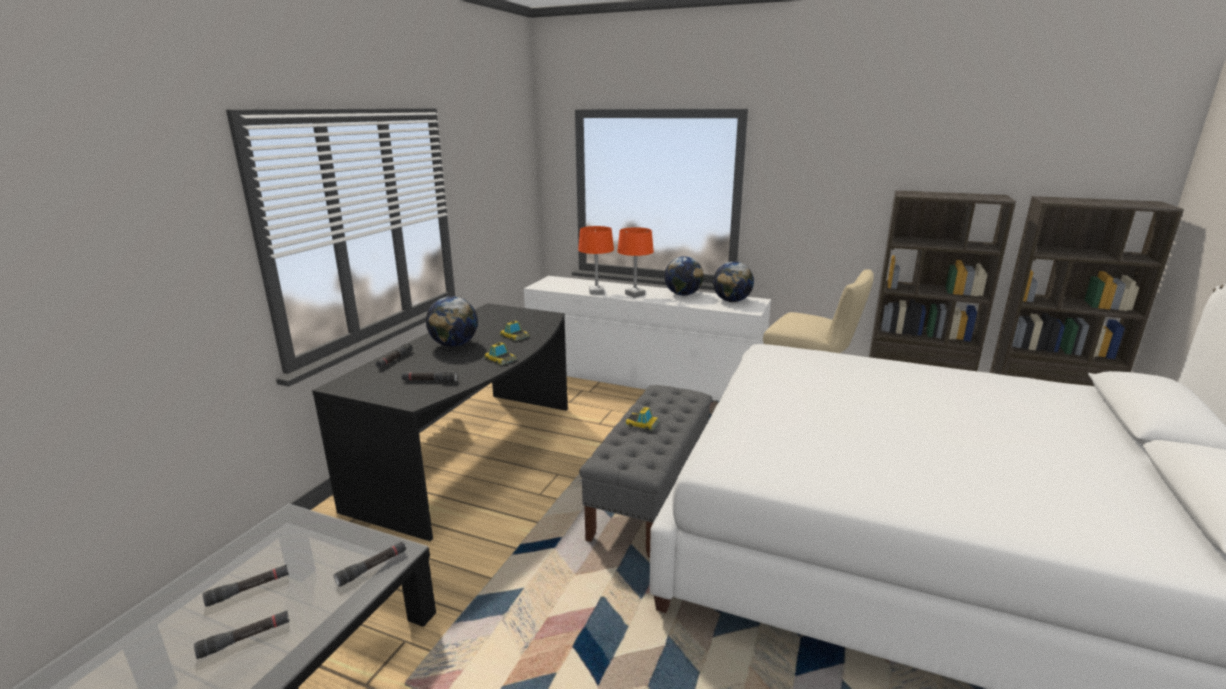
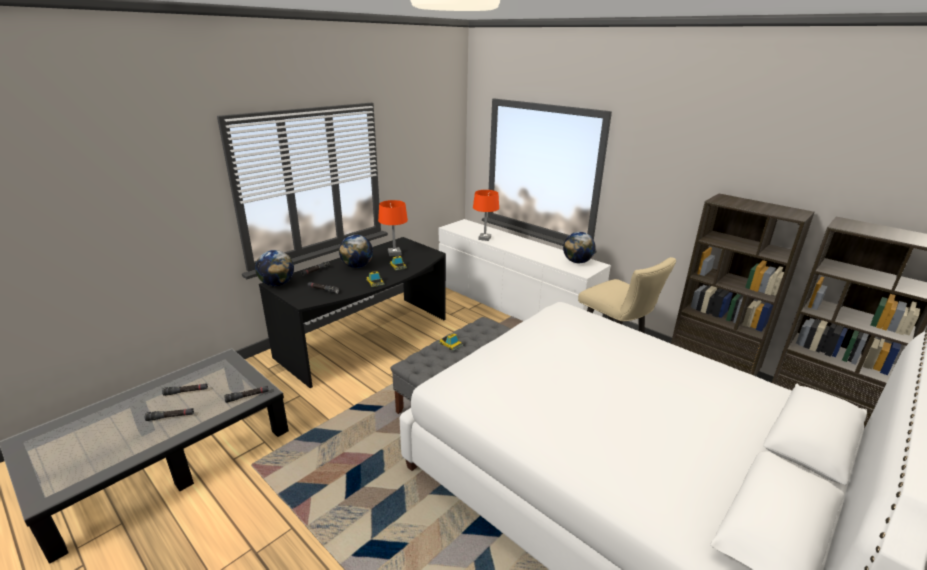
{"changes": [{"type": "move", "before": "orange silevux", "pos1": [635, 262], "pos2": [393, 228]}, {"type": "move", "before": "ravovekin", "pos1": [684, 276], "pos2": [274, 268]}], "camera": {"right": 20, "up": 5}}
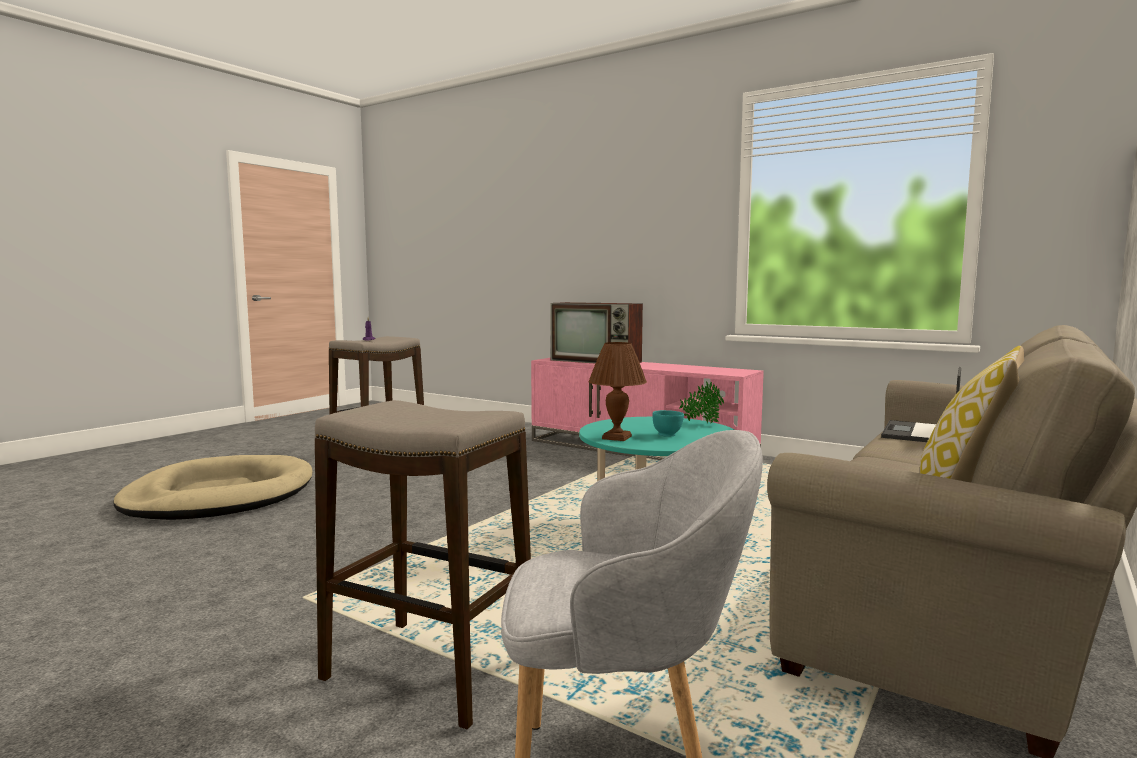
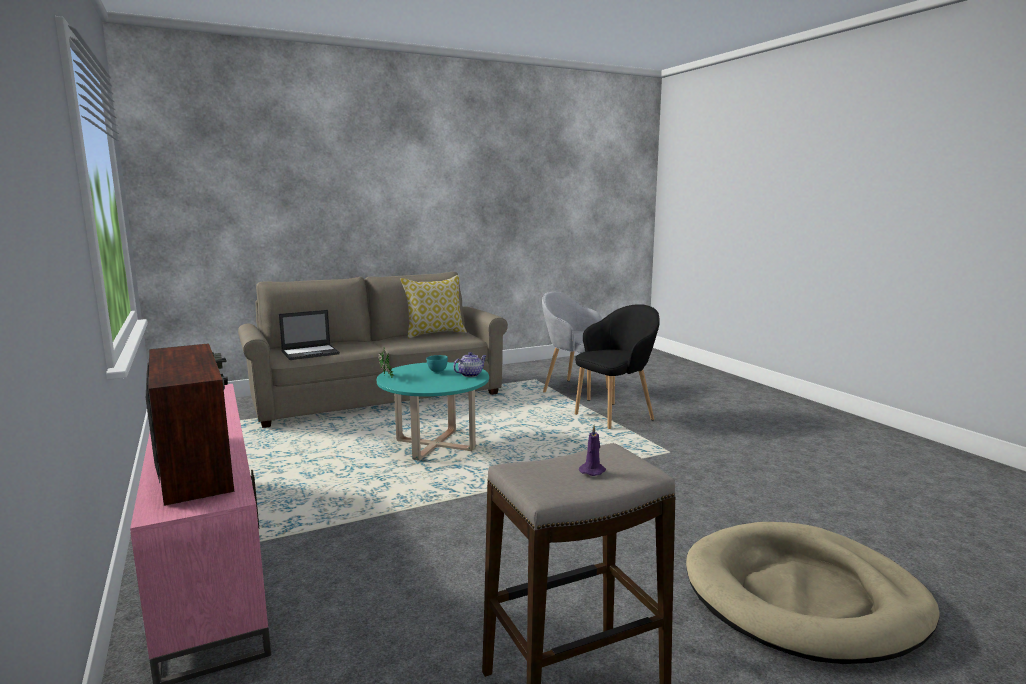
{"changes": [{"type": "replace", "before": "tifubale", "after": "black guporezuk", "pos1": [423, 564], "pos2": [617, 366]}, {"type": "replace", "before": "brown silevux", "after": "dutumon", "pos1": [617, 391], "pos2": [470, 364]}], "camera": {"right": -150, "up": 5}}
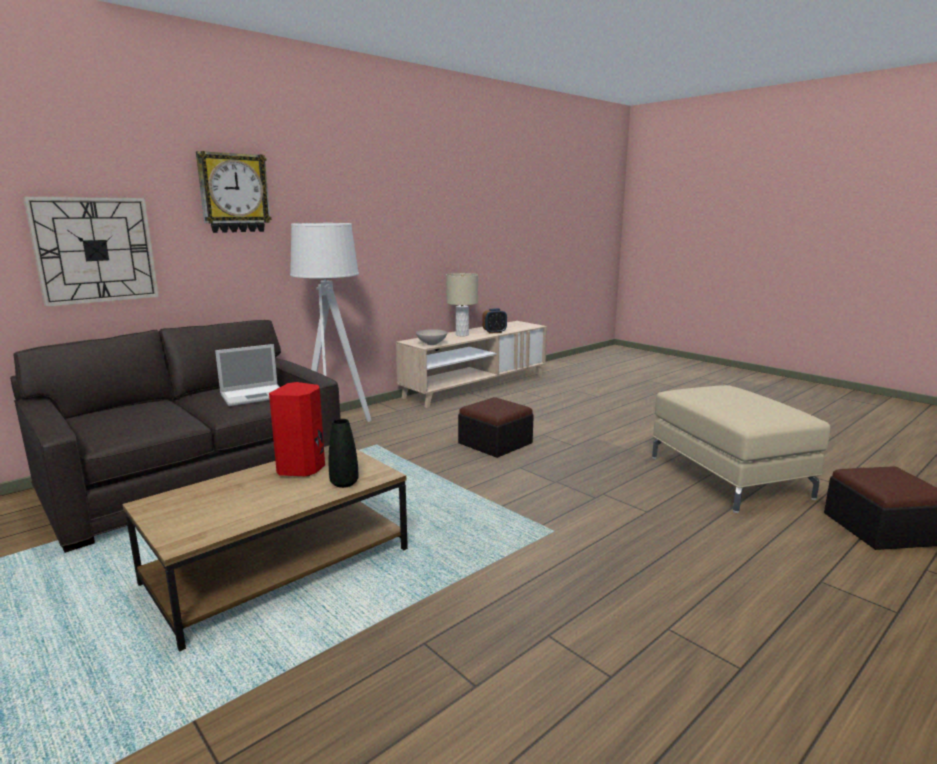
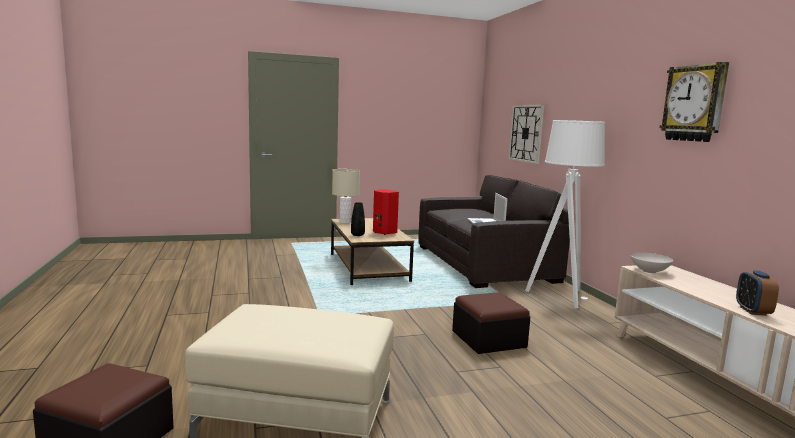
{"changes": [{"type": "move", "before": "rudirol", "pos1": [234, 192], "pos2": [694, 102]}, {"type": "move", "before": "beige silevux", "pos1": [462, 304], "pos2": [346, 196]}], "camera": {"right": 115, "up": -5}}
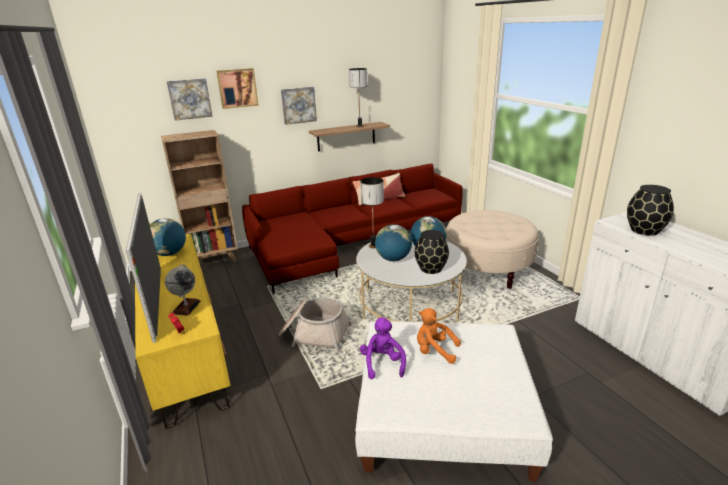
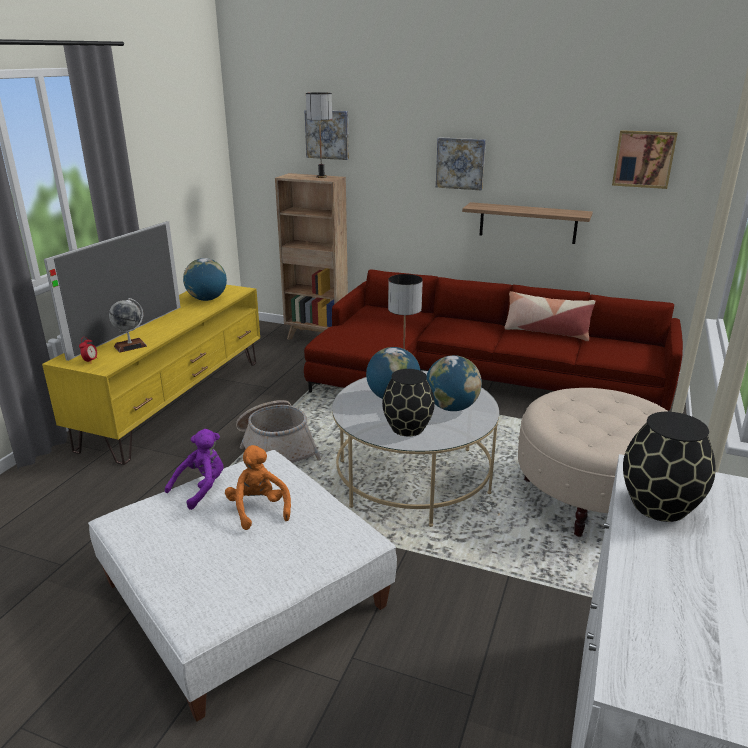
{"changes": [{"type": "move", "before": "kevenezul", "pos1": [237, 88], "pos2": [645, 159]}, {"type": "move", "before": "silevux", "pos1": [358, 97], "pos2": [319, 135]}], "camera": {"right": 45, "up": 0}}
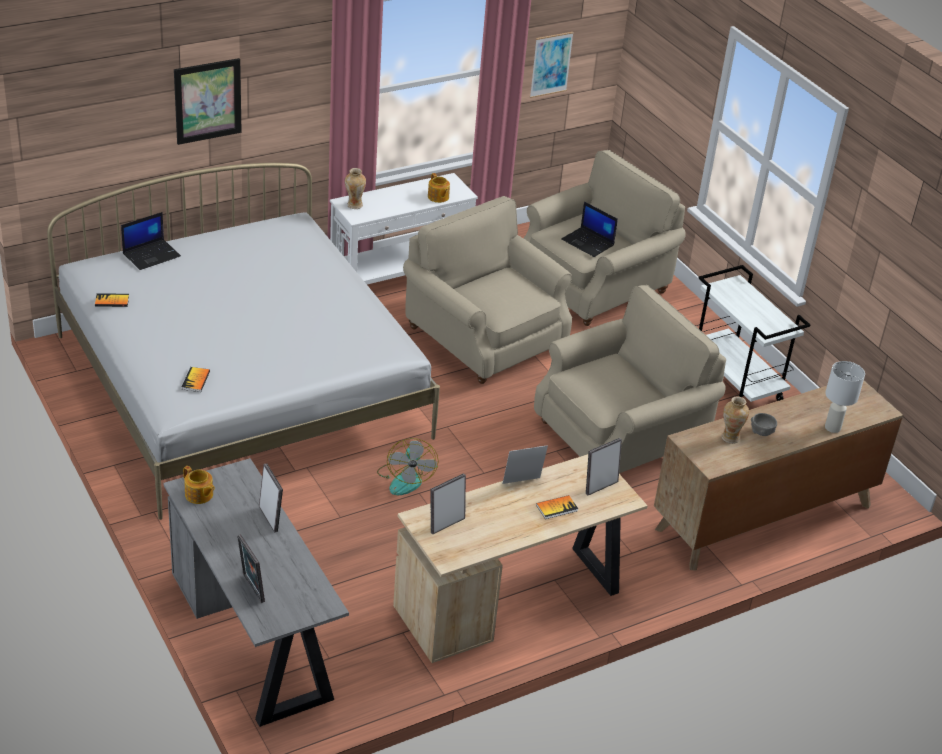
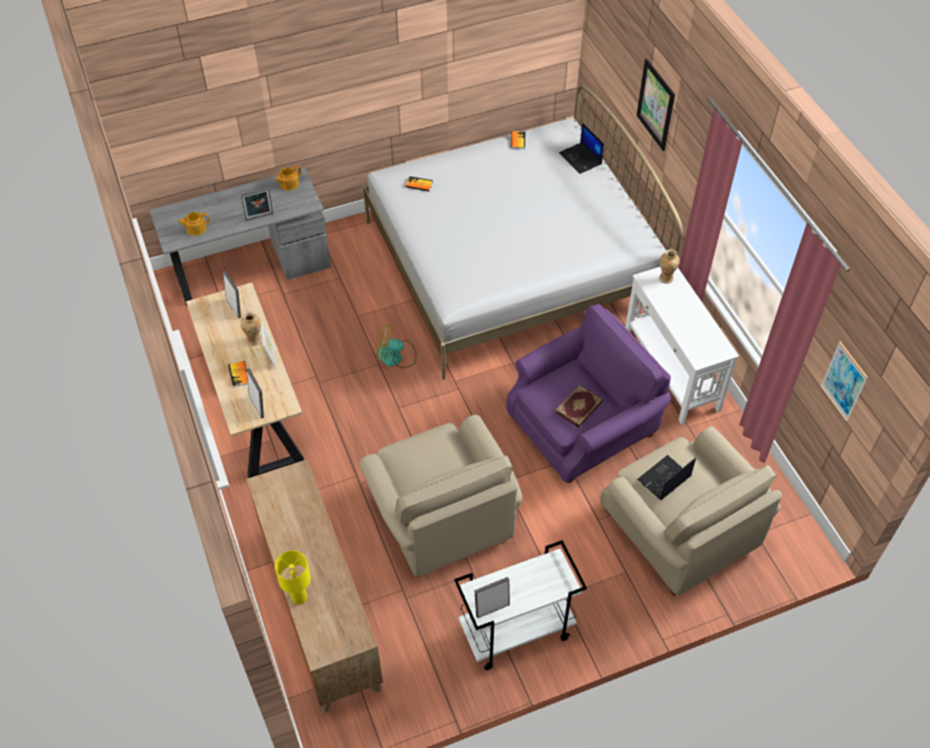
{"changes": [{"type": "delete", "before": "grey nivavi", "pos1": [764, 424]}, {"type": "insert", "after": "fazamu", "pos2": [579, 406]}, {"type": "move", "before": "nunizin", "pos1": [251, 568], "pos2": [492, 597]}, {"type": "move", "before": "dutumon", "pos1": [439, 188], "pos2": [194, 224]}, {"type": "move", "before": "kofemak", "pos1": [735, 420], "pos2": [251, 329]}, {"type": "recolor", "before": "beige guporezuk", "after": "purple guporezuk", "pos1": [487, 290], "pos2": [588, 393]}, {"type": "recolor", "before": "white silevux", "after": "yellow silevux", "pos1": [845, 397], "pos2": [293, 577]}], "camera": {"right": 100, "up": 15}}
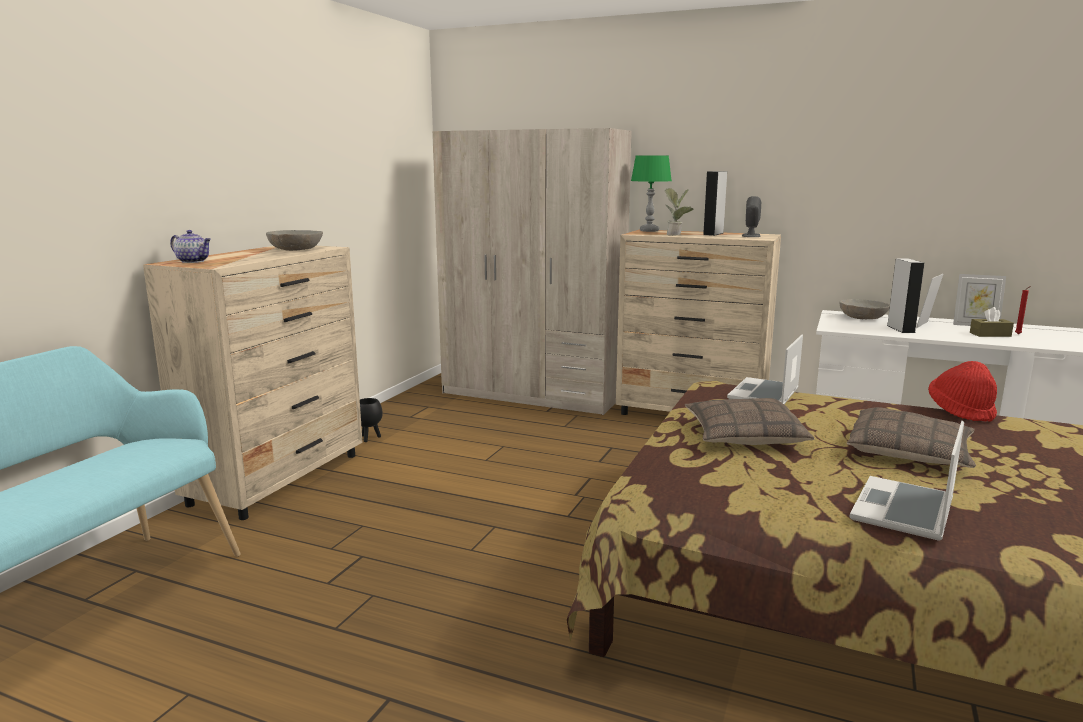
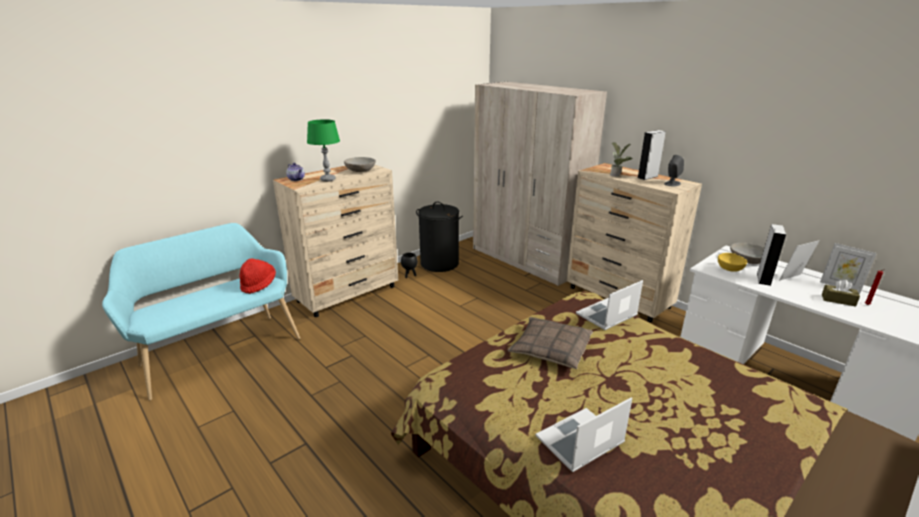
{"changes": [{"type": "delete", "before": "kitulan", "pos1": [911, 437]}, {"type": "insert", "after": "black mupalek", "pos2": [439, 237]}, {"type": "insert", "after": "yellow nivavi", "pos2": [732, 262]}, {"type": "move", "before": "green silevux", "pos1": [651, 193], "pos2": [323, 150]}, {"type": "move", "before": "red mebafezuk", "pos1": [962, 391], "pos2": [258, 276]}], "camera": {"right": 25, "up": 10}}
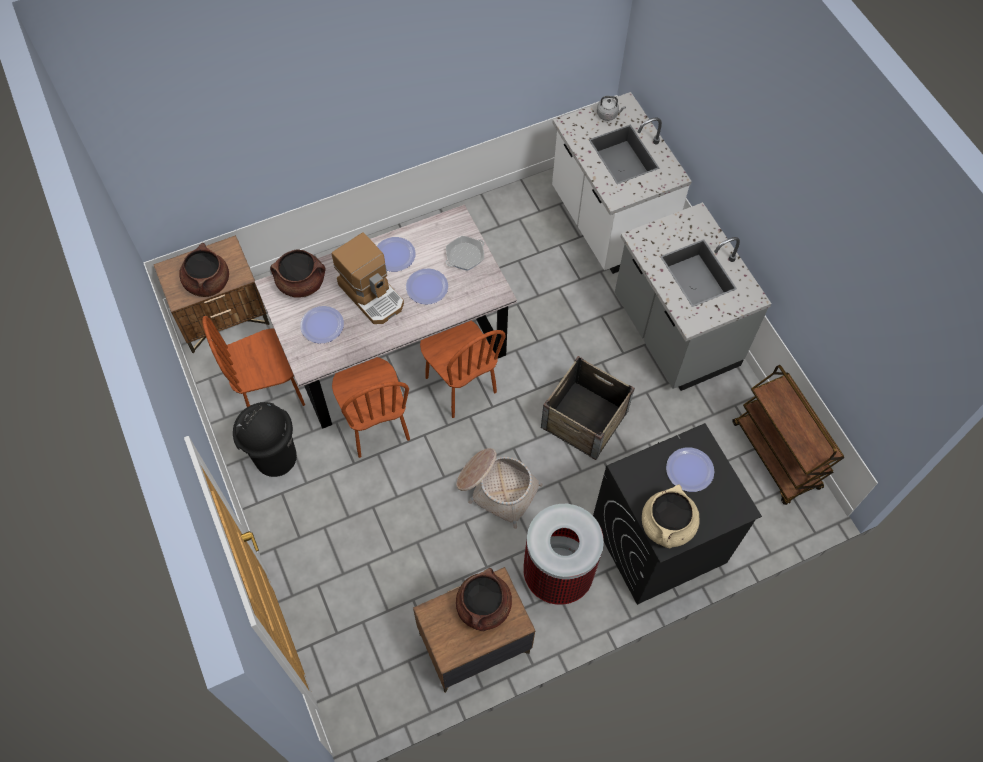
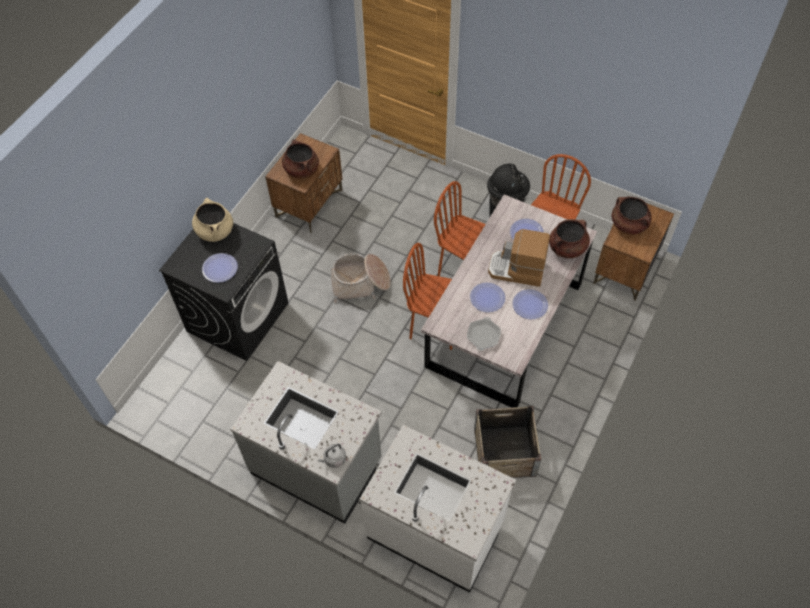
{"changes": [{"type": "delete", "before": "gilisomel", "pos1": [563, 554]}, {"type": "delete", "before": "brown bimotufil", "pos1": [788, 435]}, {"type": "move", "before": "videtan", "pos1": [588, 408], "pos2": [507, 442]}, {"type": "move", "before": "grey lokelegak", "pos1": [611, 108], "pos2": [332, 456]}], "camera": {"right": 145, "up": -5}}
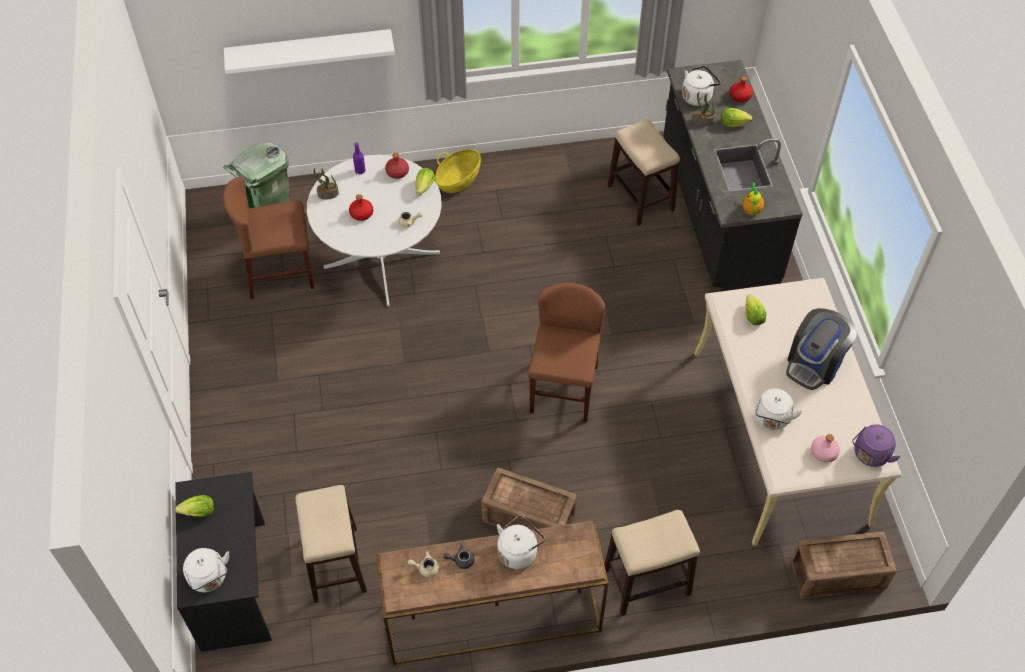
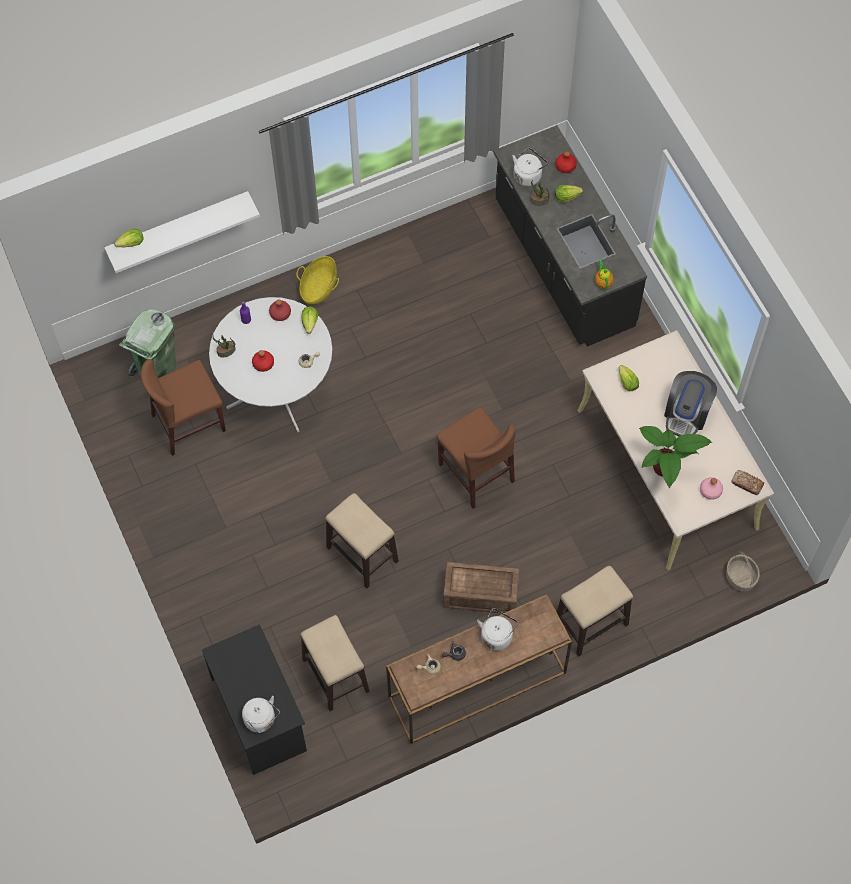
{"changes": [{"type": "move", "before": "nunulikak", "pos1": [194, 506], "pos2": [129, 238]}, {"type": "move", "before": "tifubale", "pos1": [644, 172], "pos2": [362, 540]}, {"type": "replace", "before": "white lokelegak", "after": "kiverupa", "pos1": [779, 409], "pos2": [675, 457]}, {"type": "replace", "before": "videtan", "after": "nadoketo", "pos1": [844, 565], "pos2": [743, 572]}, {"type": "replace", "before": "purple lokelegak", "after": "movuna", "pos1": [876, 445], "pos2": [747, 482]}, {"type": "rotate", "before": "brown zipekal", "pos1": [566, 352], "pos2": [475, 458], "turn": 150}], "camera": {"right": -15, "up": 10}}
